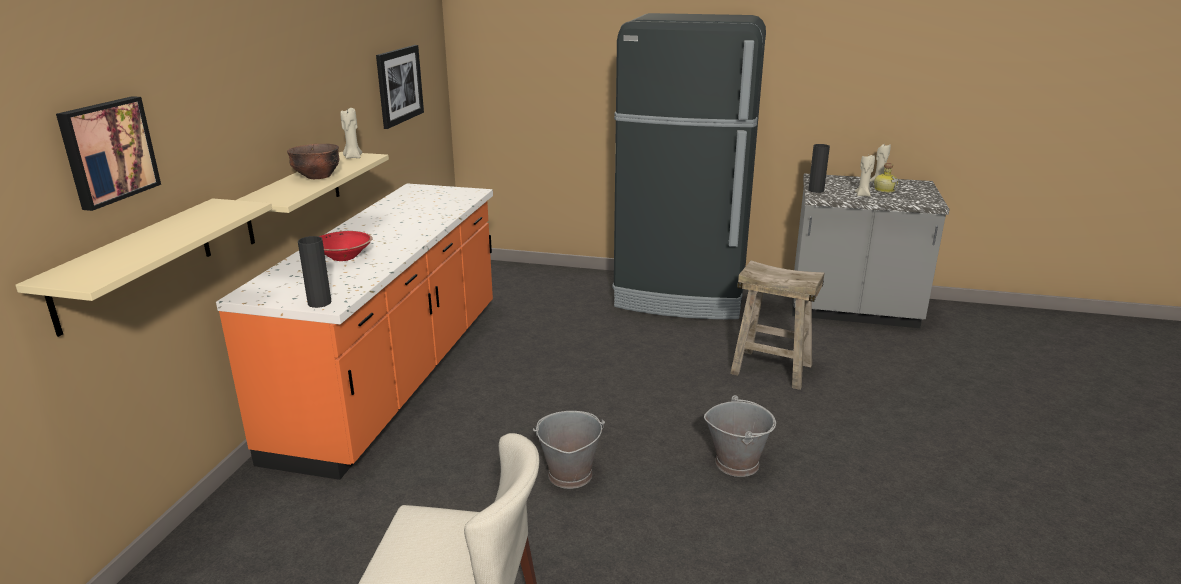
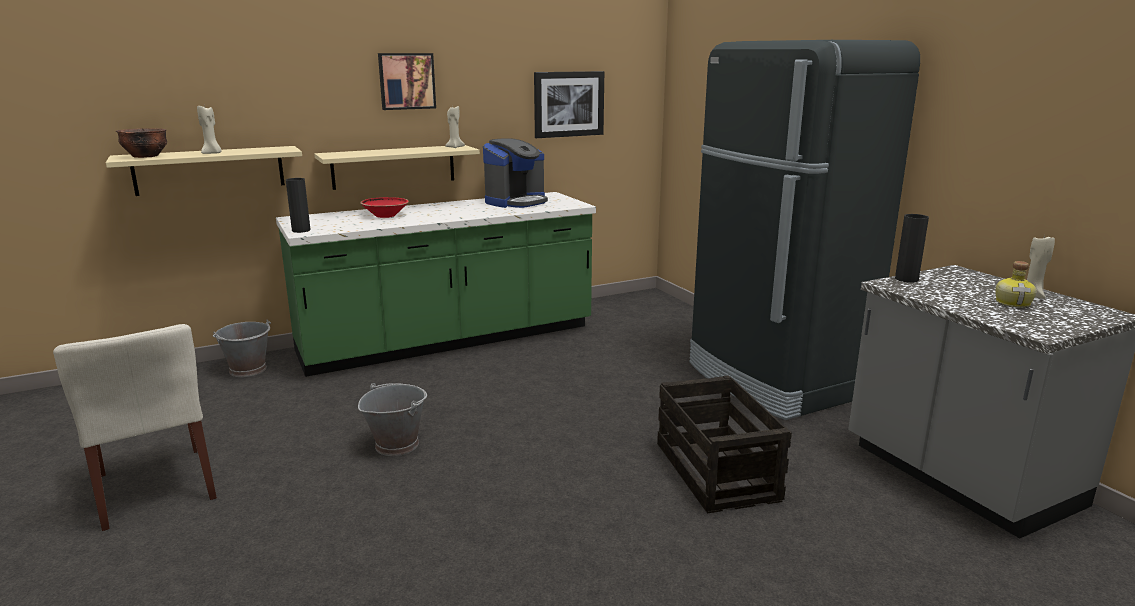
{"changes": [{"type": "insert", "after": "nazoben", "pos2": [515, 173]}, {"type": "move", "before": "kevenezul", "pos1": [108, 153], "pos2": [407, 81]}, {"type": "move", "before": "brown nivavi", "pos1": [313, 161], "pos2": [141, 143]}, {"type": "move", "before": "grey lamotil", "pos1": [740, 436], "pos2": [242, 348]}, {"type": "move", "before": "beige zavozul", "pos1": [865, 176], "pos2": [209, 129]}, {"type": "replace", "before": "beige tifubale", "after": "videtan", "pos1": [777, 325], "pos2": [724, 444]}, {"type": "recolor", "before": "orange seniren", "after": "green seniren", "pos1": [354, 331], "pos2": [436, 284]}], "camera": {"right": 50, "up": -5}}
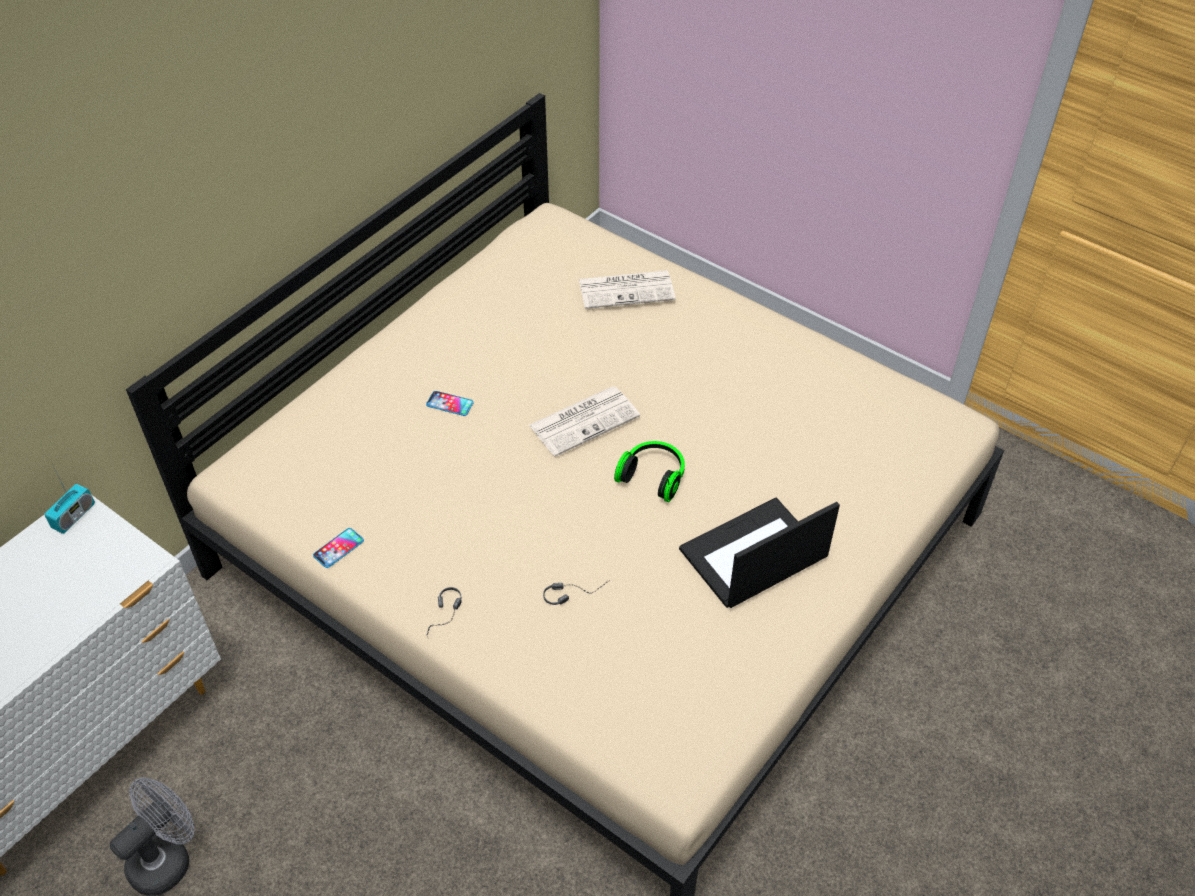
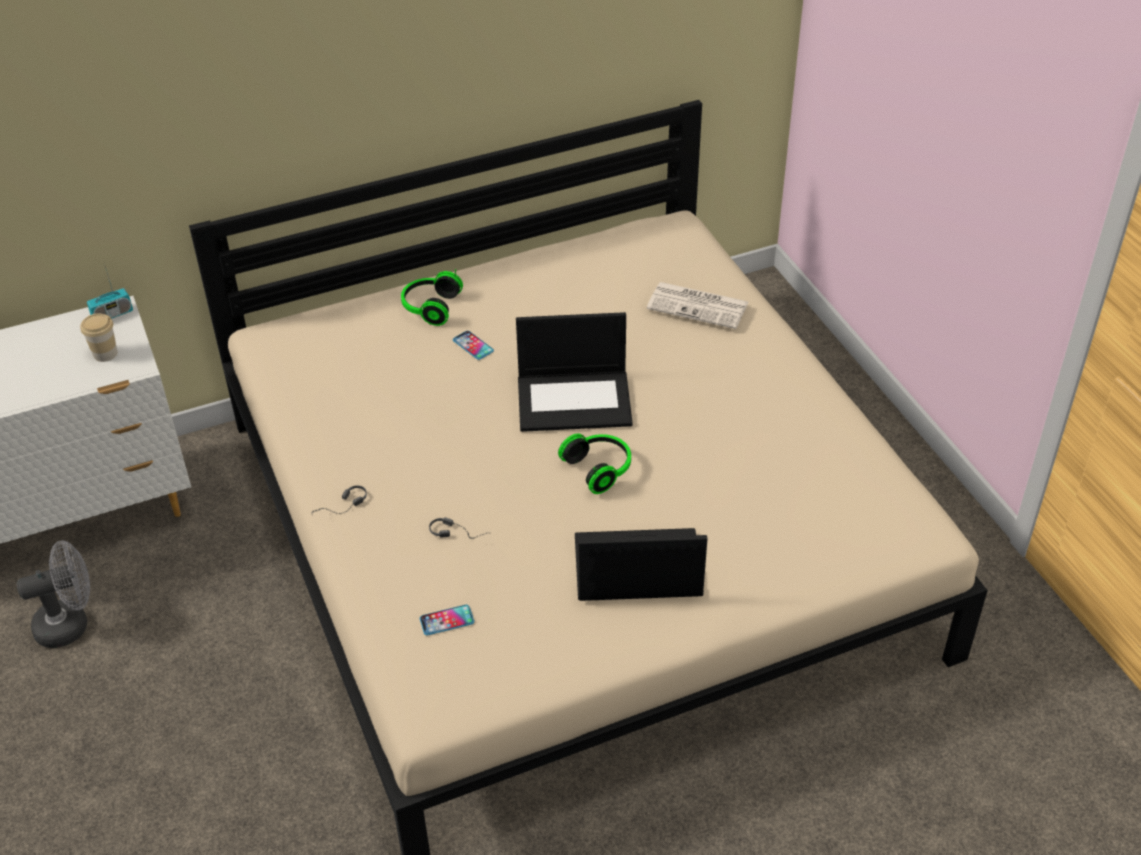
{"changes": [{"type": "insert", "after": "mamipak", "pos2": [98, 337]}, {"type": "insert", "after": "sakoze", "pos2": [432, 297]}, {"type": "move", "before": "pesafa", "pos1": [338, 548], "pos2": [447, 620]}, {"type": "replace", "before": "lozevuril", "after": "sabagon", "pos1": [584, 421], "pos2": [574, 372]}], "camera": {"right": 30, "up": -5}}
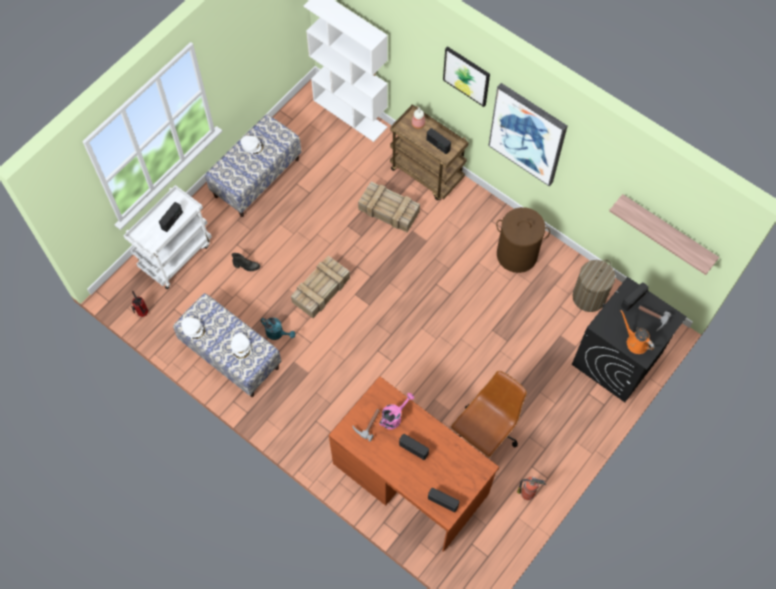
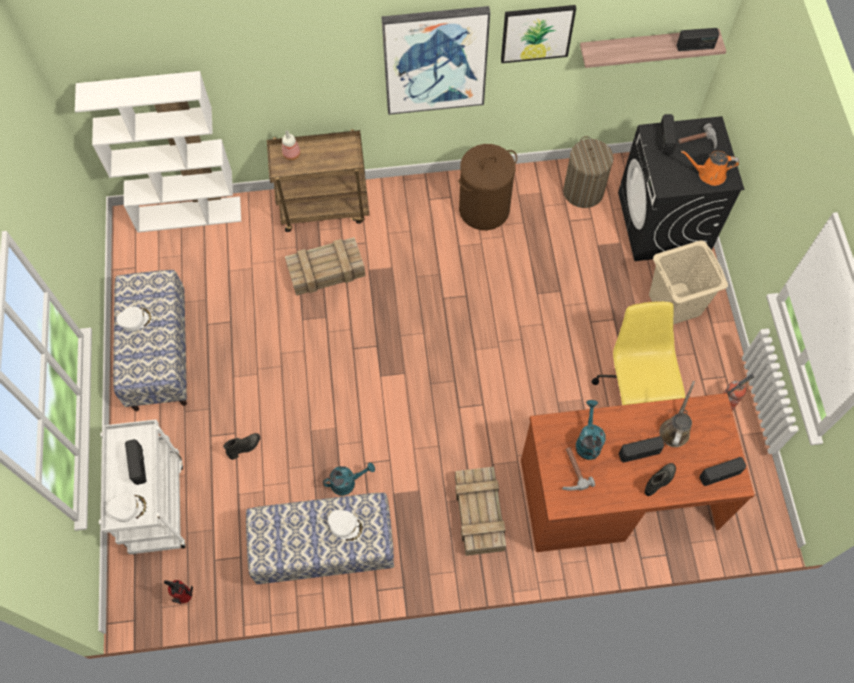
{"changes": [{"type": "insert", "after": "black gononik", "pos2": [660, 479]}, {"type": "insert", "after": "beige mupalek", "pos2": [688, 282]}, {"type": "insert", "after": "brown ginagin", "pos2": [677, 414]}, {"type": "move", "before": "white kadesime", "pos1": [193, 328], "pos2": [127, 507]}, {"type": "move", "before": "videtan", "pos1": [320, 287], "pos2": [480, 511]}, {"type": "move", "before": "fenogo", "pos1": [438, 141], "pos2": [698, 39]}, {"type": "move", "before": "kevenezul", "pos1": [466, 76], "pos2": [538, 34]}, {"type": "recolor", "before": "pink ginagin", "after": "turquoise ginagin", "pos1": [396, 411], "pos2": [591, 430]}, {"type": "recolor", "before": "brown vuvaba", "after": "yellow vuvaba", "pos1": [489, 414], "pos2": [638, 353]}], "camera": {"right": -45, "up": 0}}
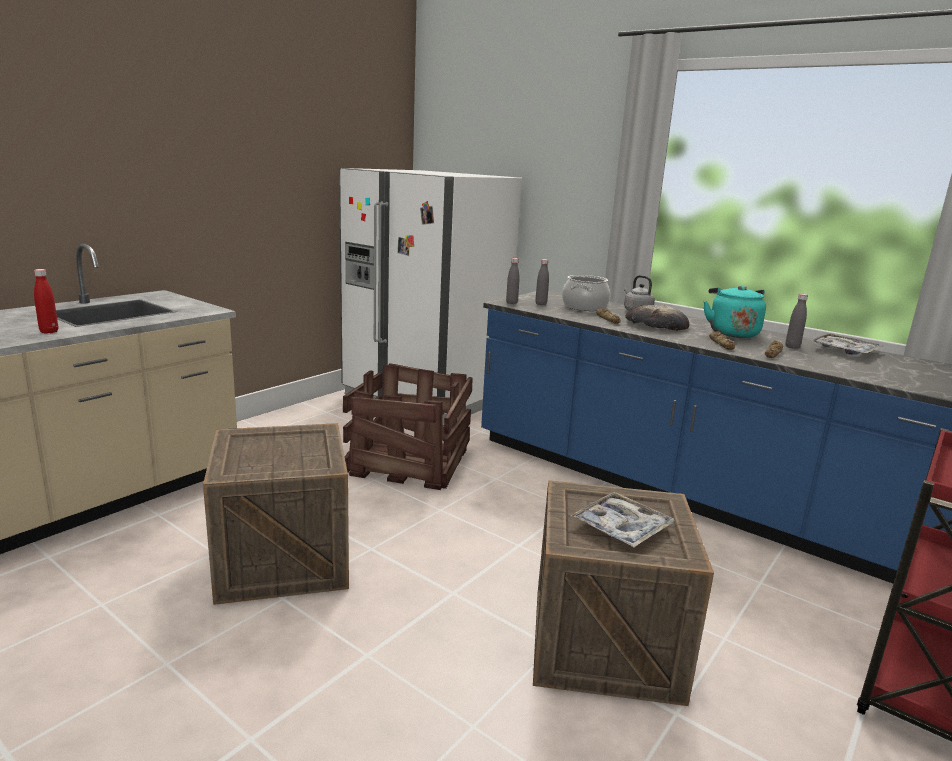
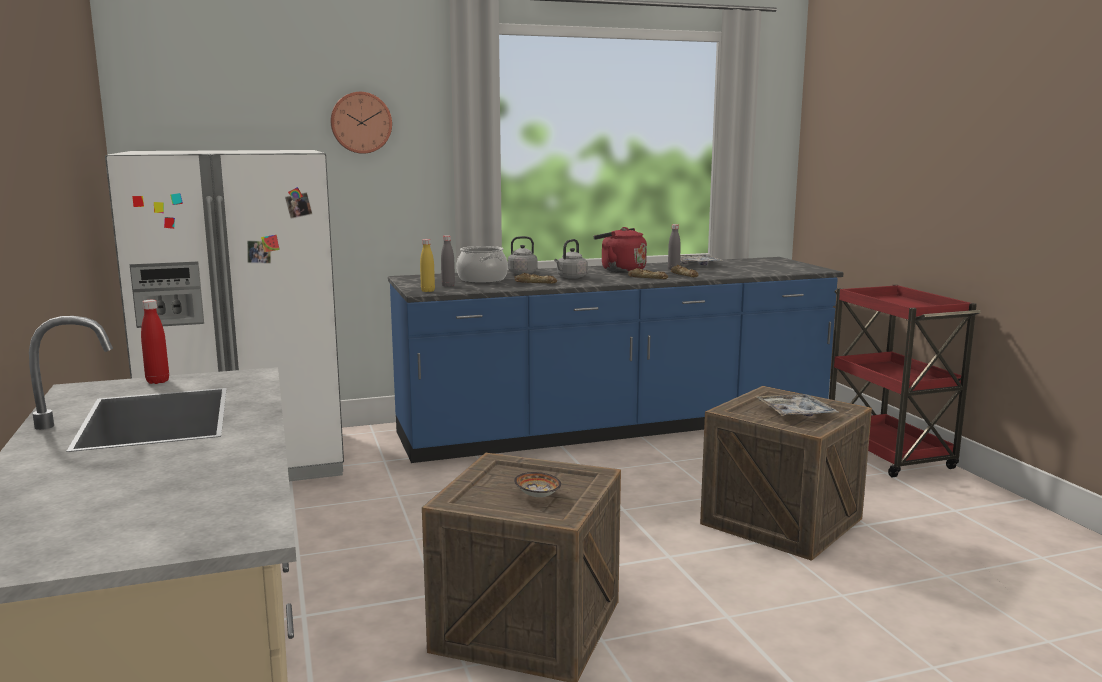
{"changes": [{"type": "delete", "before": "videtan", "pos1": [408, 426]}, {"type": "insert", "after": "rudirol", "pos2": [361, 123]}, {"type": "insert", "after": "nivavi", "pos2": [537, 484]}, {"type": "move", "before": "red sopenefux", "pos1": [46, 301], "pos2": [155, 342]}, {"type": "replace", "before": "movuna", "after": "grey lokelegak", "pos1": [657, 318], "pos2": [571, 259]}, {"type": "recolor", "before": "grey sopenefux", "after": "yellow sopenefux", "pos1": [513, 281], "pos2": [427, 265]}, {"type": "recolor", "before": "turquoise lokelegak", "after": "red lokelegak", "pos1": [734, 312], "pos2": [620, 250]}], "camera": {"right": -55, "up": -5}}
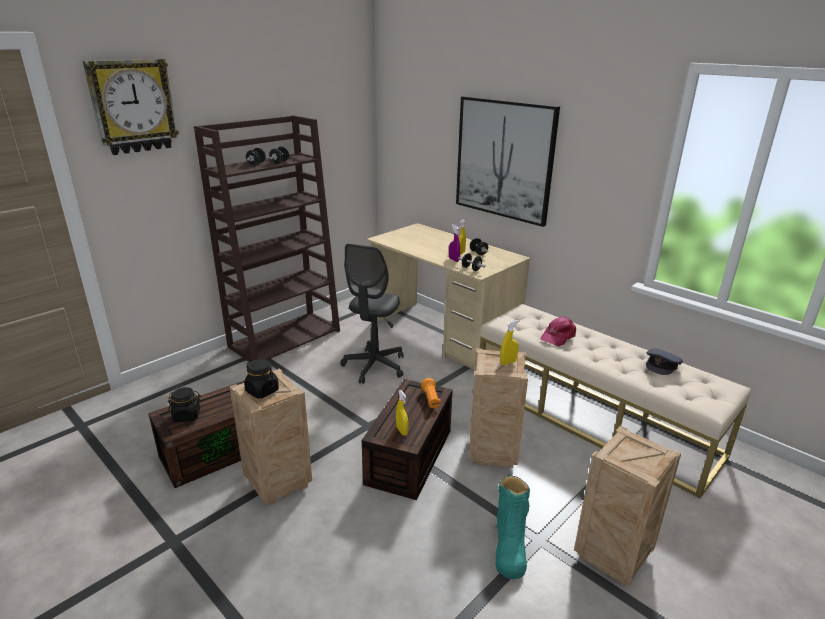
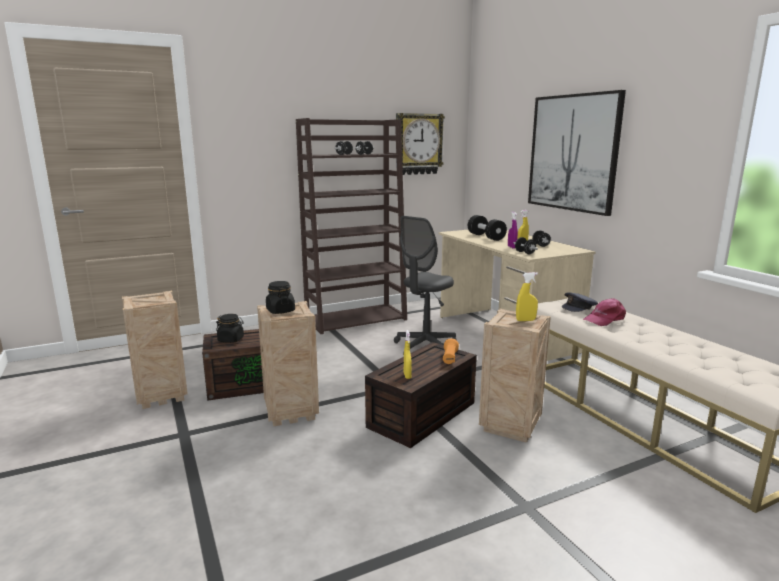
{"changes": [{"type": "delete", "before": "turquoise gononik", "pos1": [513, 526]}, {"type": "insert", "after": "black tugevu", "pos2": [487, 228]}, {"type": "move", "before": "rudirol", "pos1": [131, 107], "pos2": [420, 144]}, {"type": "move", "before": "videtan", "pos1": [627, 505], "pos2": [155, 350]}, {"type": "move", "before": "grey kadesime", "pos1": [664, 361], "pos2": [580, 302]}], "camera": {"right": 20, "up": -10}}
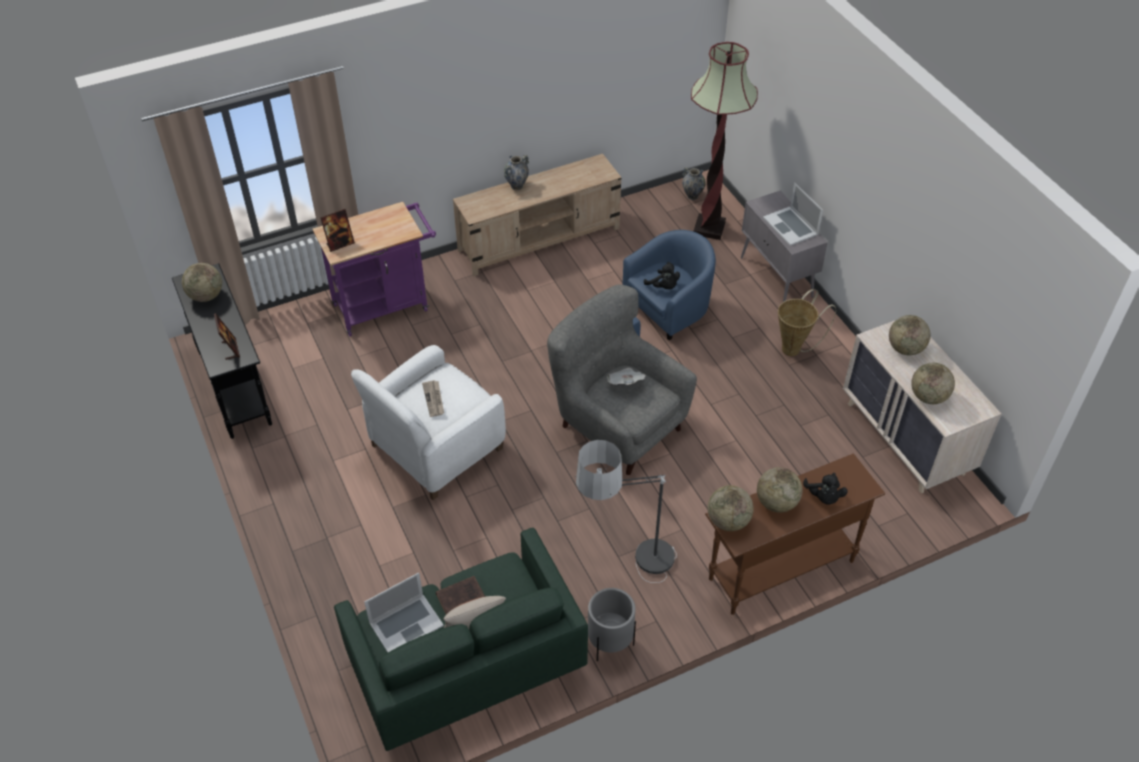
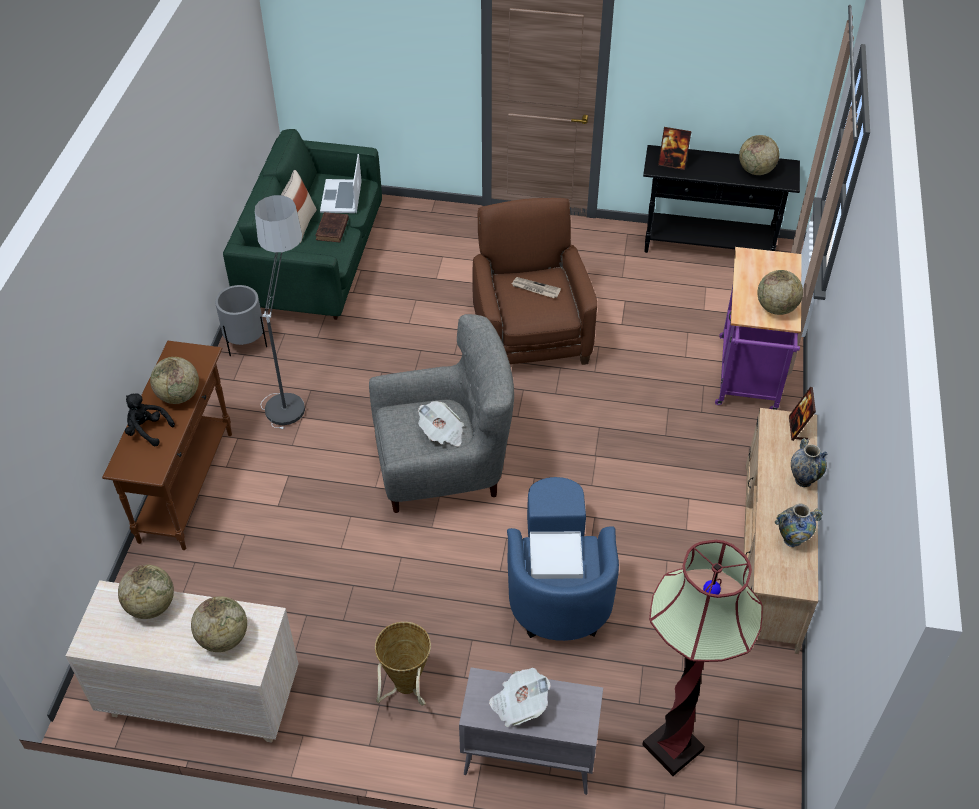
{"changes": [{"type": "move", "before": "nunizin", "pos1": [337, 230], "pos2": [802, 414]}, {"type": "move", "before": "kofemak", "pos1": [694, 183], "pos2": [799, 525]}, {"type": "move", "before": "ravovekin", "pos1": [731, 508], "pos2": [780, 292]}, {"type": "replace", "before": "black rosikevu", "after": "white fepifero", "pos1": [662, 275], "pos2": [556, 555]}, {"type": "replace", "before": "sabagon", "after": "lozevuril", "pos1": [793, 214], "pos2": [520, 697]}, {"type": "recolor", "before": "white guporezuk", "after": "brown guporezuk", "pos1": [428, 422], "pos2": [534, 281]}], "camera": {"right": 125, "up": 0}}
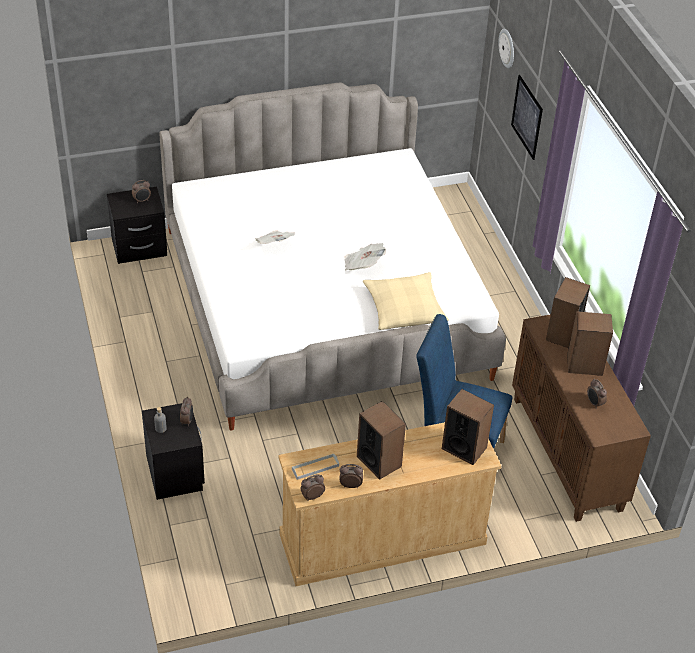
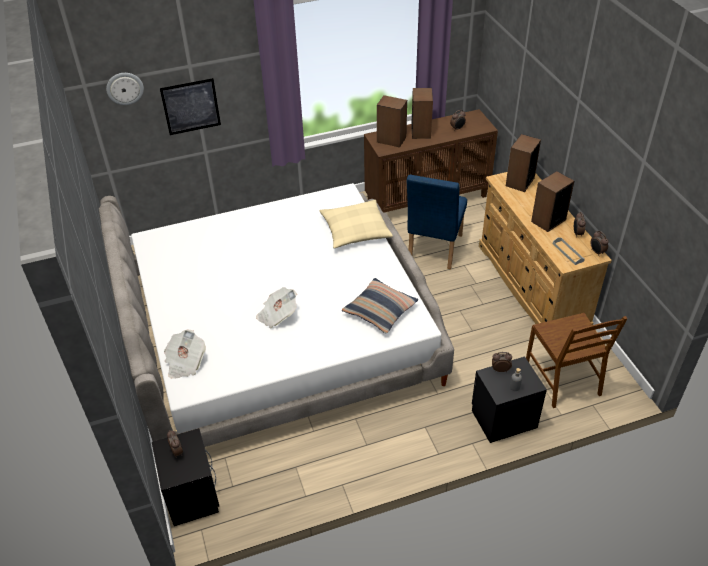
{"changes": [{"type": "insert", "after": "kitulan", "pos2": [380, 305]}, {"type": "insert", "after": "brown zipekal", "pos2": [577, 360]}, {"type": "move", "before": "lozevuril", "pos1": [365, 257], "pos2": [185, 354]}], "camera": {"right": -90, "up": 0}}
